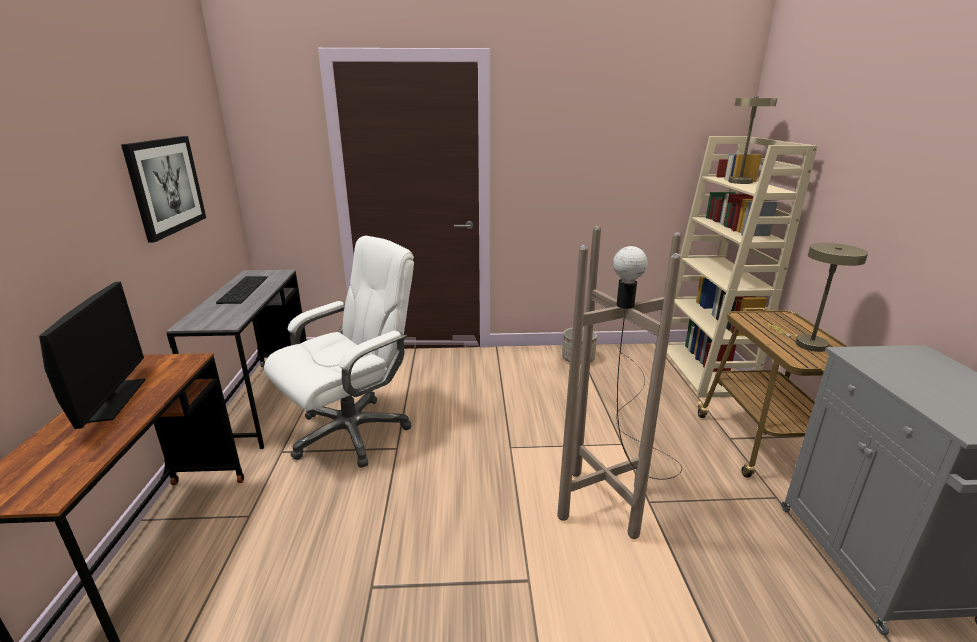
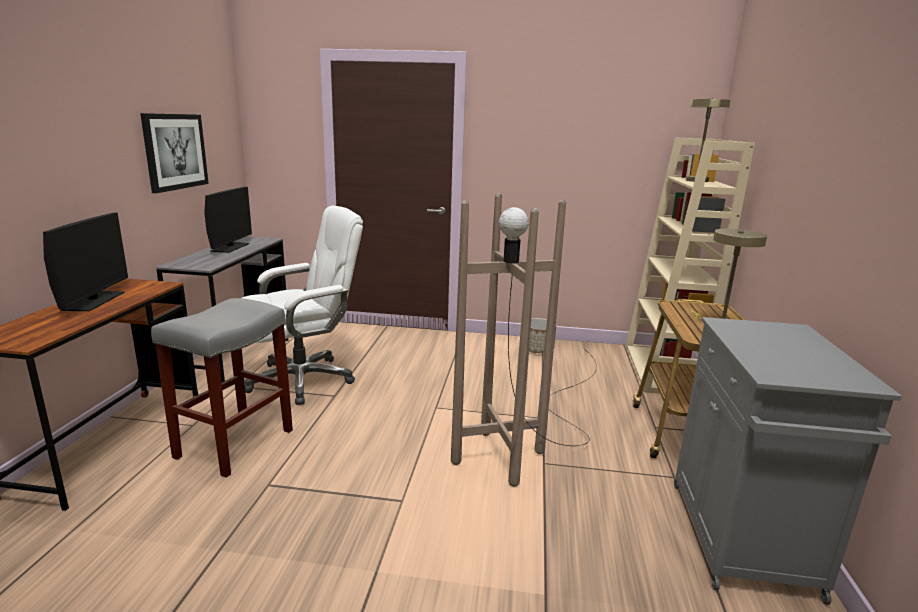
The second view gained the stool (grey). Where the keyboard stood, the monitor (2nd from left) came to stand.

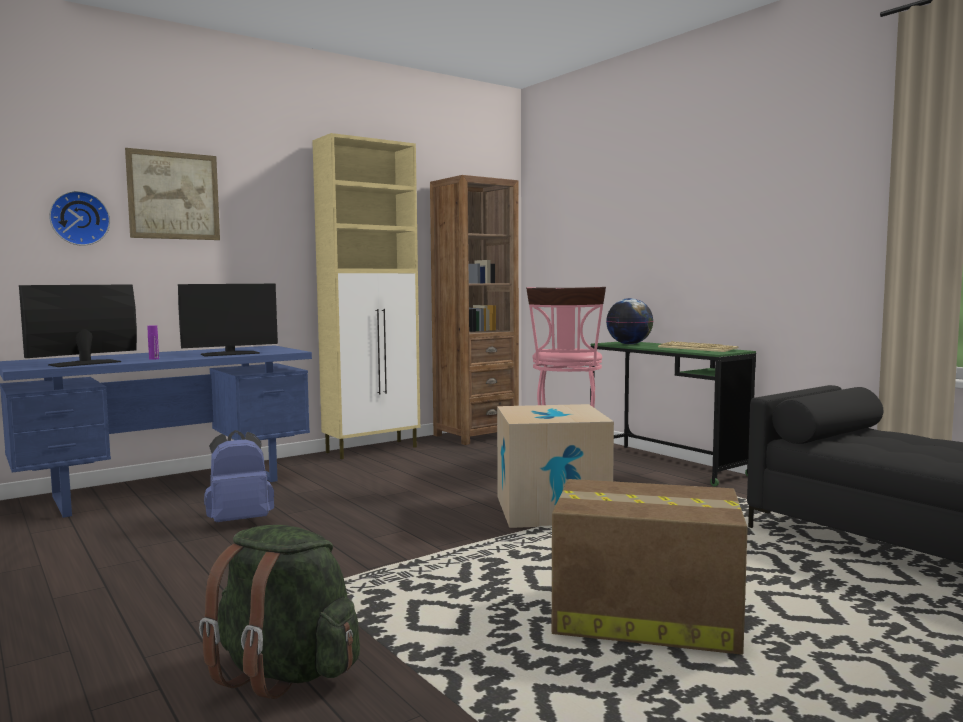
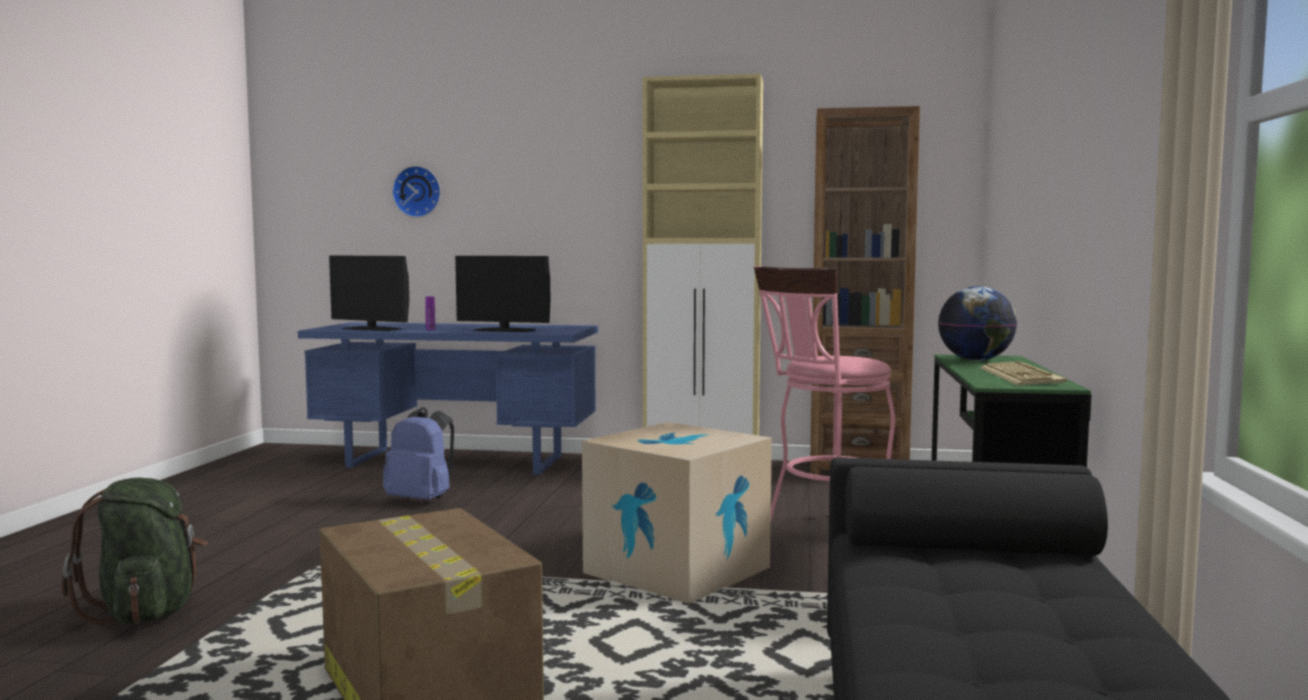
The second view lost the picture. The monitor (1st from left) ended up facing another way, 150 degrees counterclockwise from before.

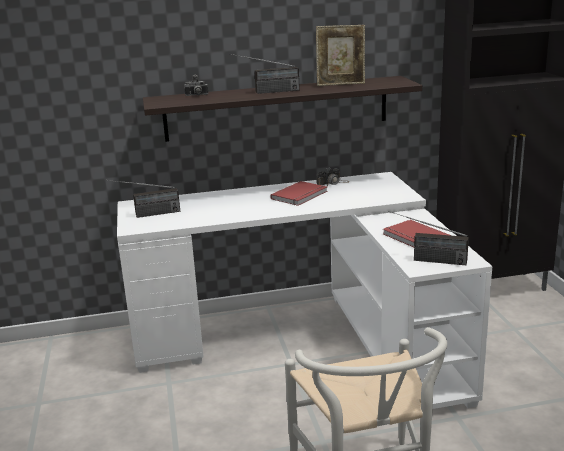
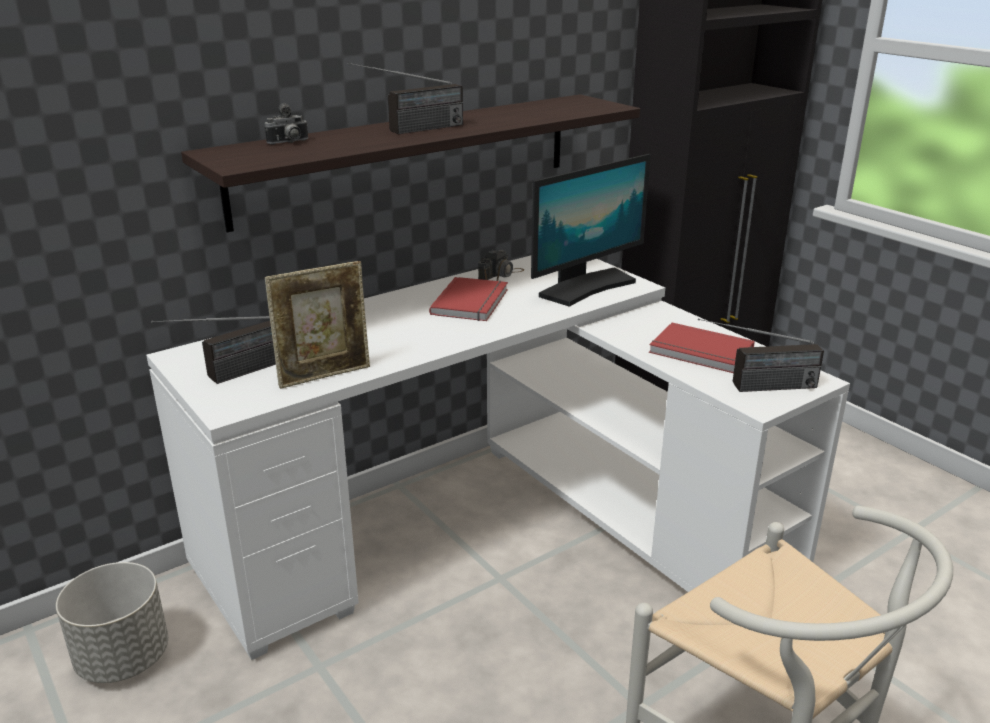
The second view gained the planter (grey). The second view gained the monitor. The picture frame ended up elsewhere.

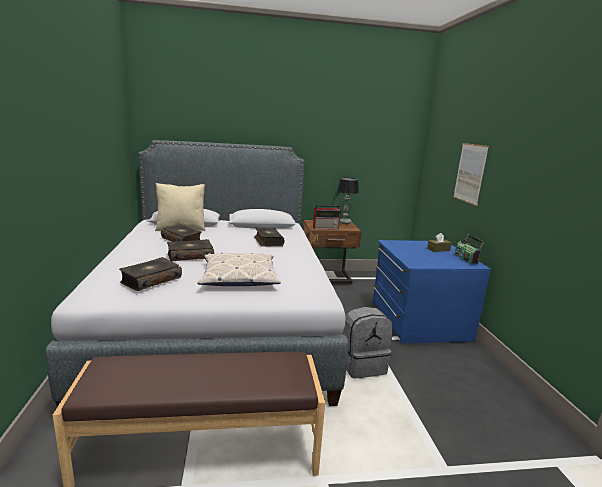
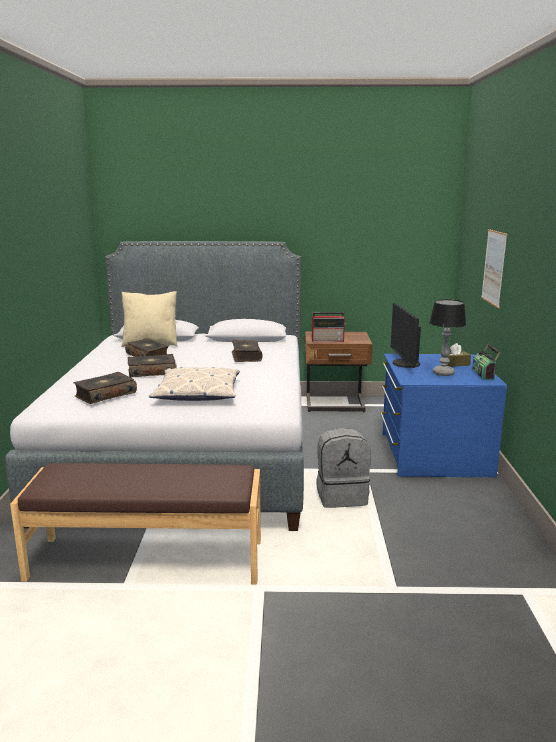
The second view gained the monitor. The table lamp ended up elsewhere.

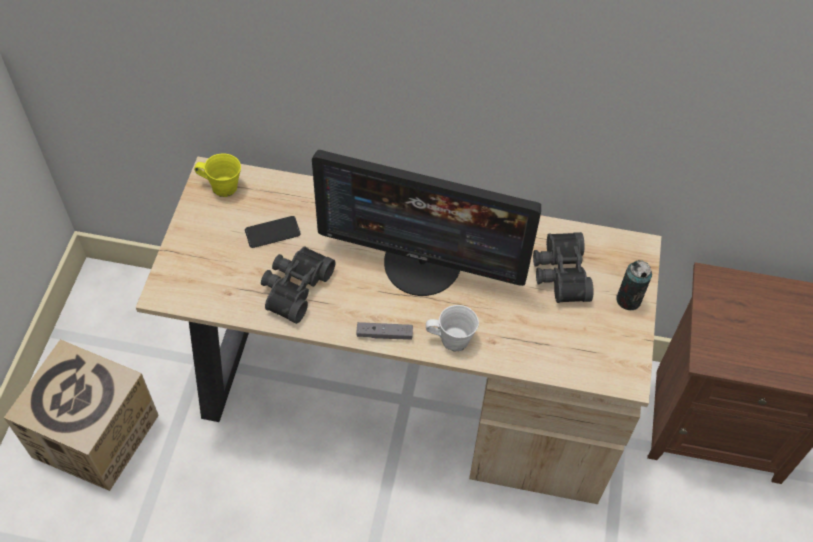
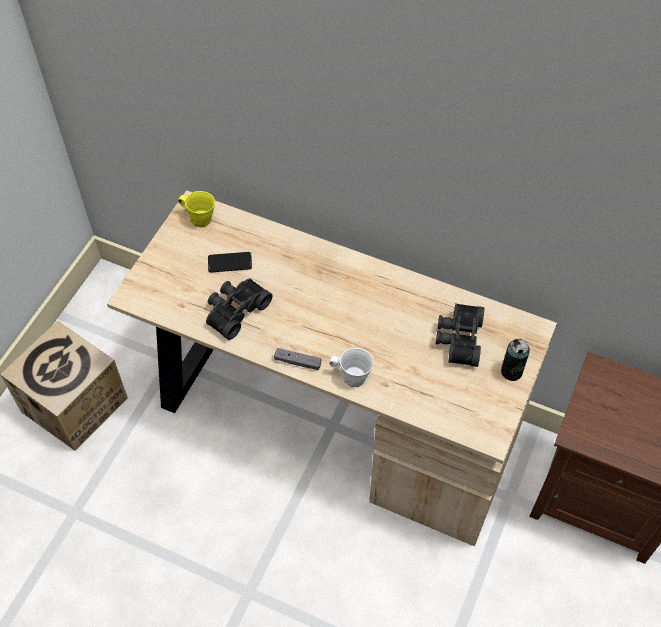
The second view lost the monitor.

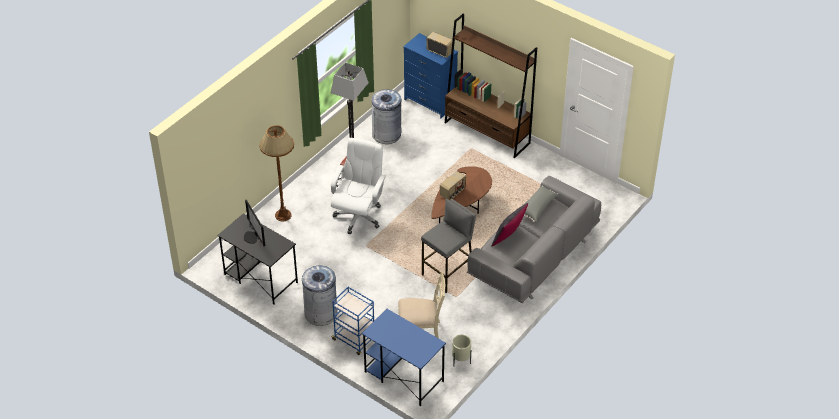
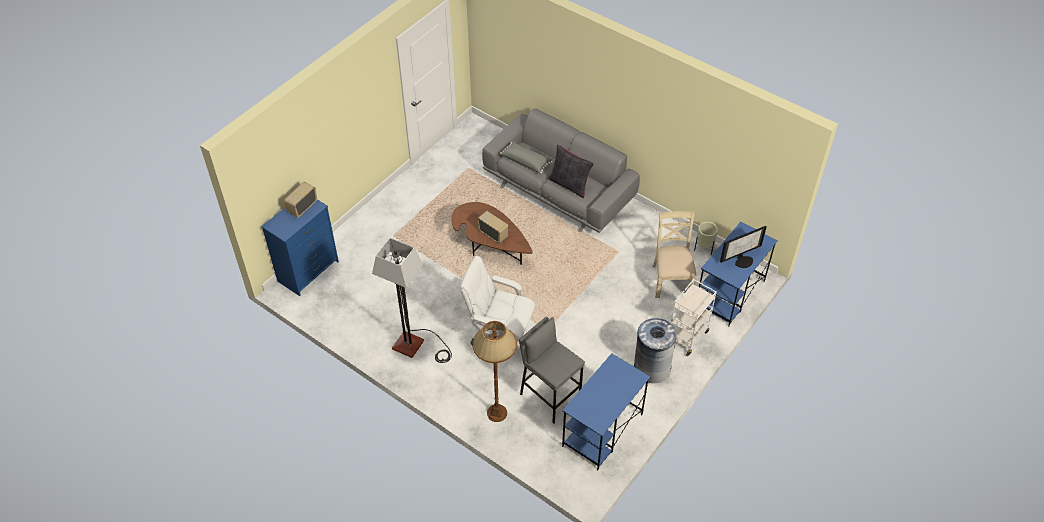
The second view lost the trash can (grey) (2nd from left). The second view lost the bookcase (brown). The monitor ended up elsewhere. The stool (grey) ended up elsewhere. What was the desk (black) turned into the desk (blue) (1st from left). What was the cart (blue) turned into the cart (white).

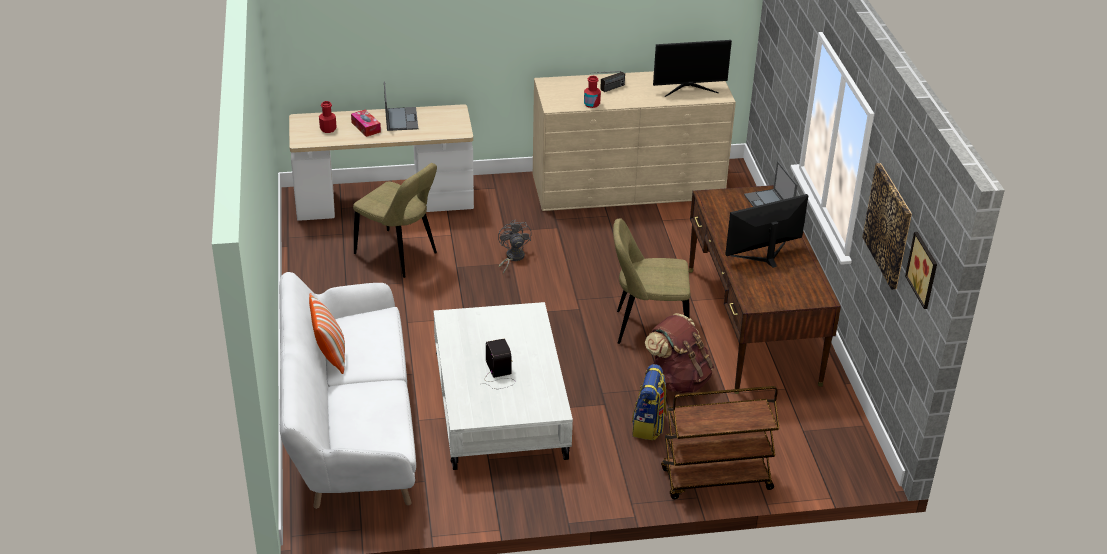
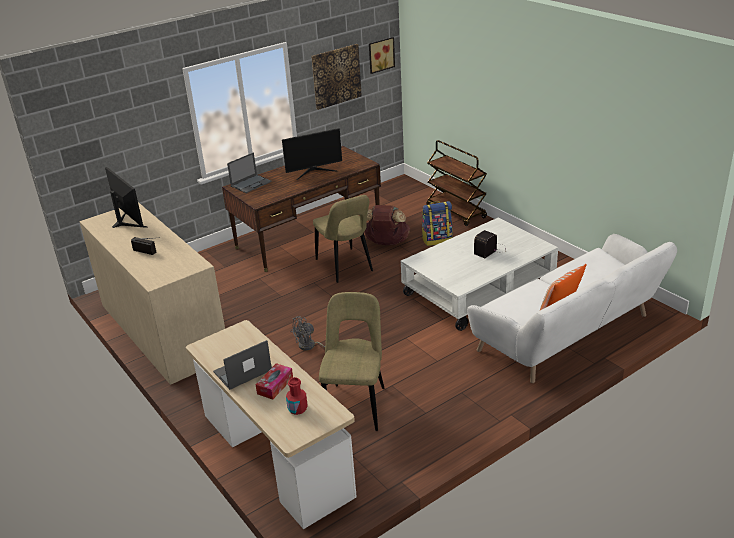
The second view lost the bottle (red) (2nd from left). The monitor (2nd from left) ended up facing another way, 60 degrees counterclockwise from before.

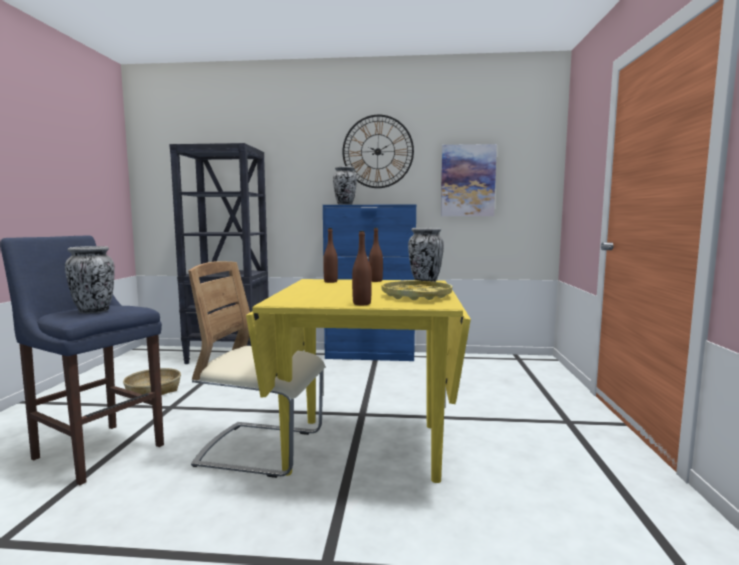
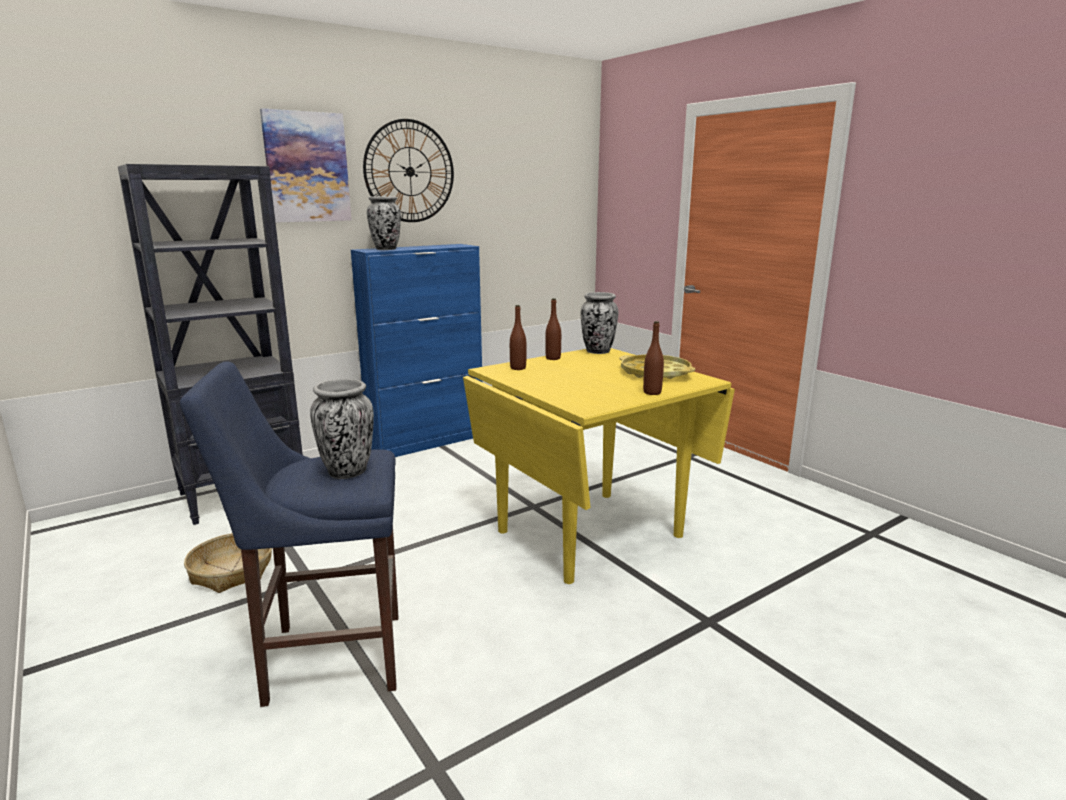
The second view lost the chair (beige). The picture ended up elsewhere.

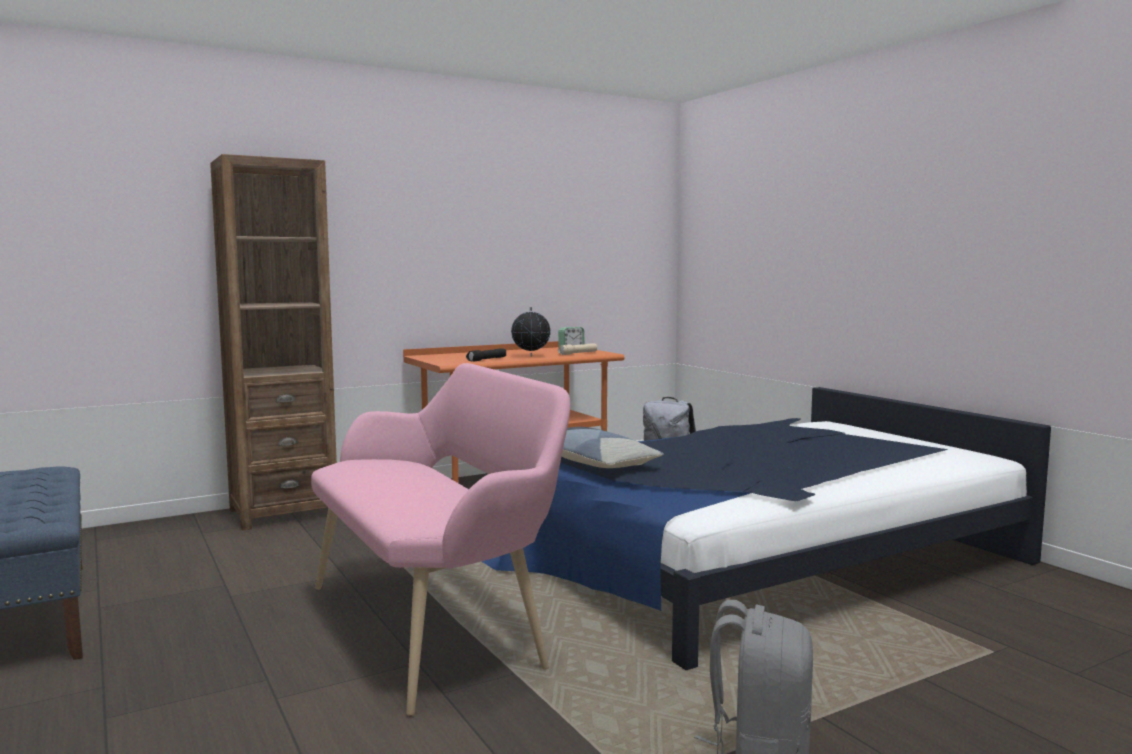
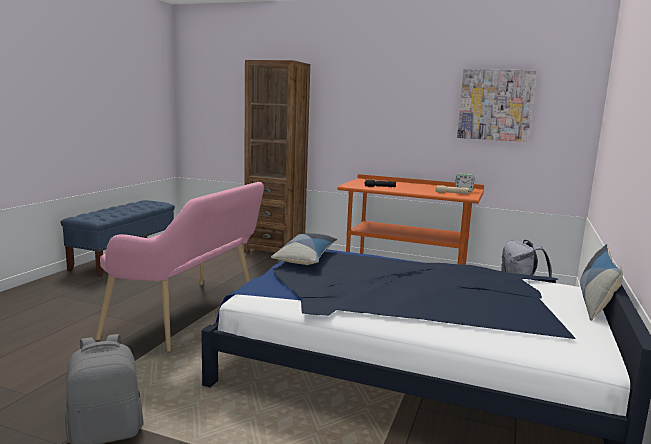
The second view lost the globe. The second view gained the picture. The second view gained the pillow (2nd from left).

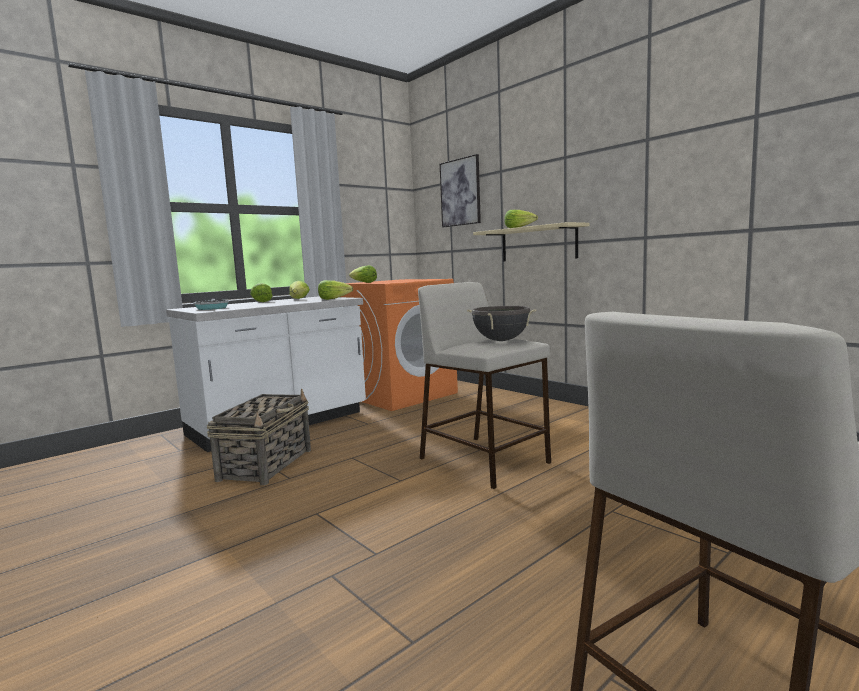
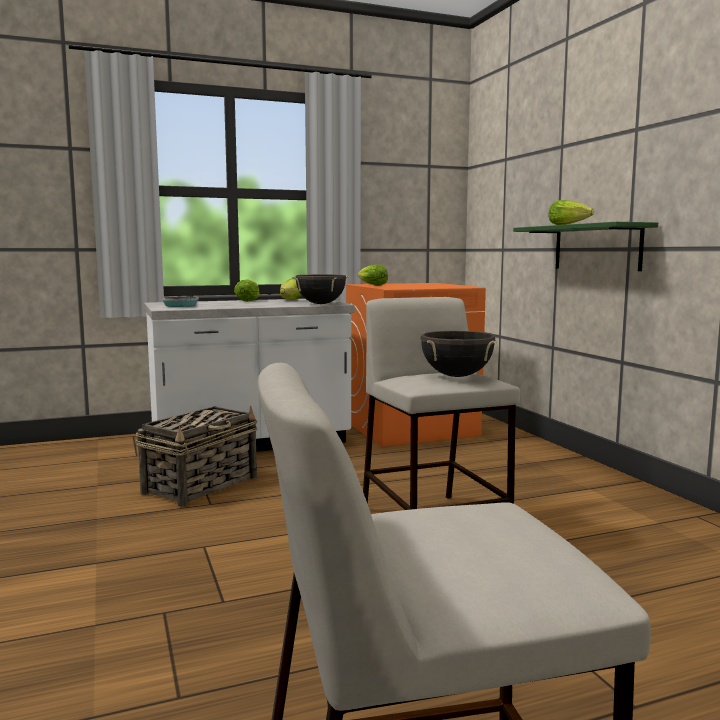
The second view lost the picture. Where the lettuce (3rd from left) stood, the cooking pot (black) (1st from left) came to stand. What was the shelf (beige) turned into the shelf (green).

